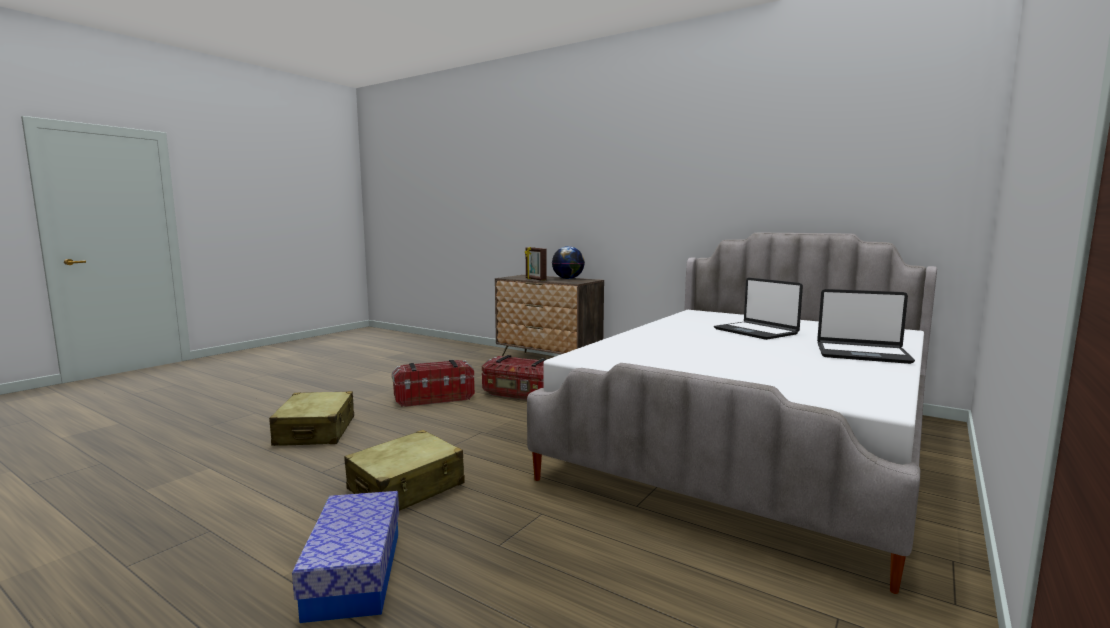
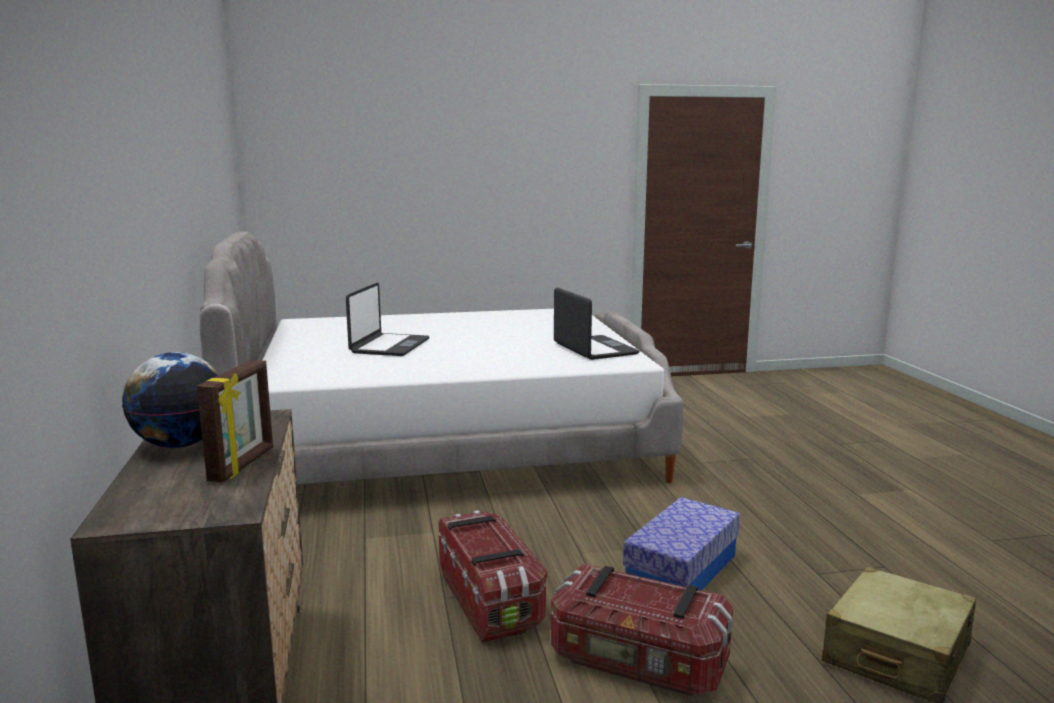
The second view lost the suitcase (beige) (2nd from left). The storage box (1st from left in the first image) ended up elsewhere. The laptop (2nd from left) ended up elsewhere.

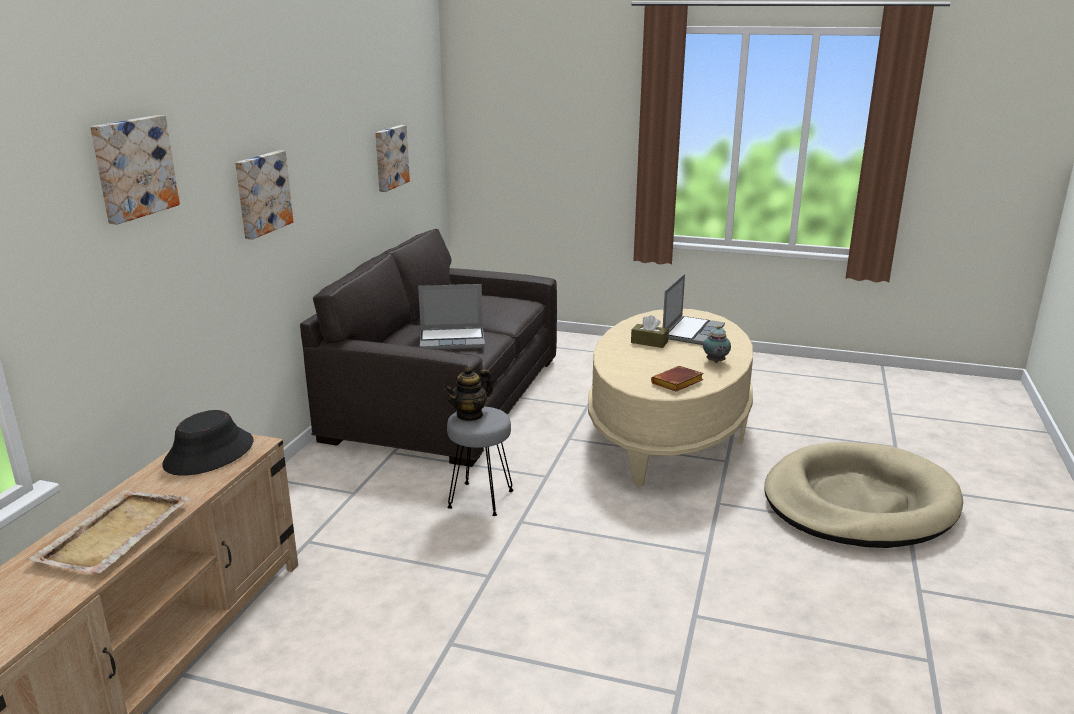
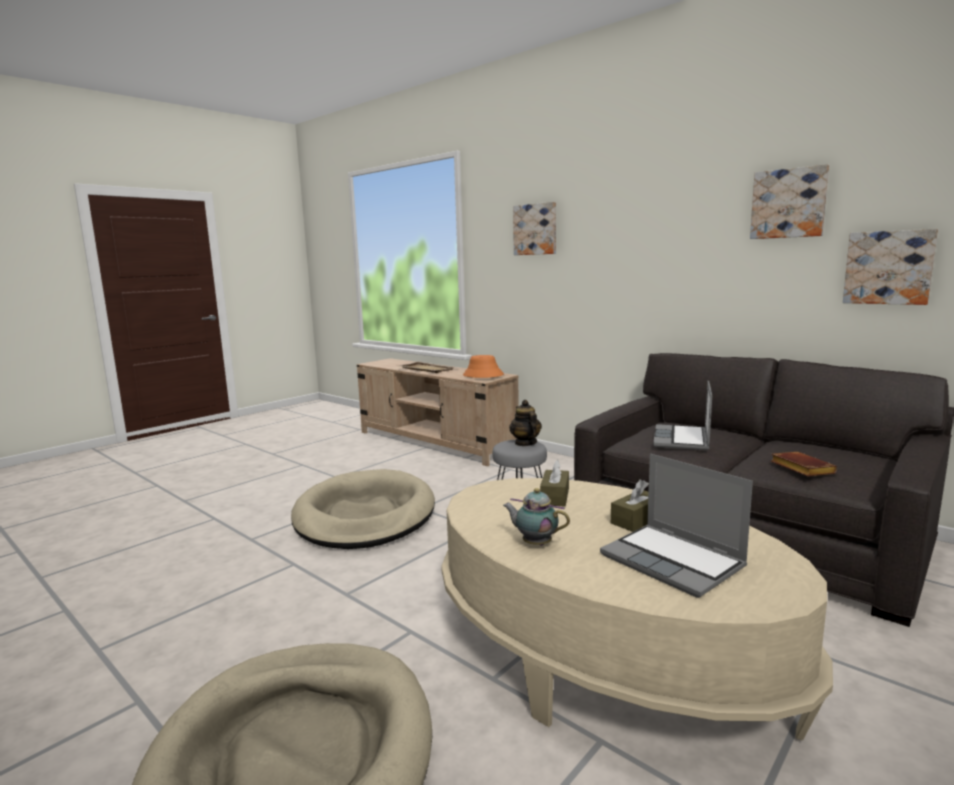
The second view gained the dog bed (beige) (2nd from left). The second view gained the tissue box (brown) (1st from left). The picture (2nd from left) ended up elsewhere. The book (brown) ended up elsewhere. What was the hat (black) turned into the hat (orange).

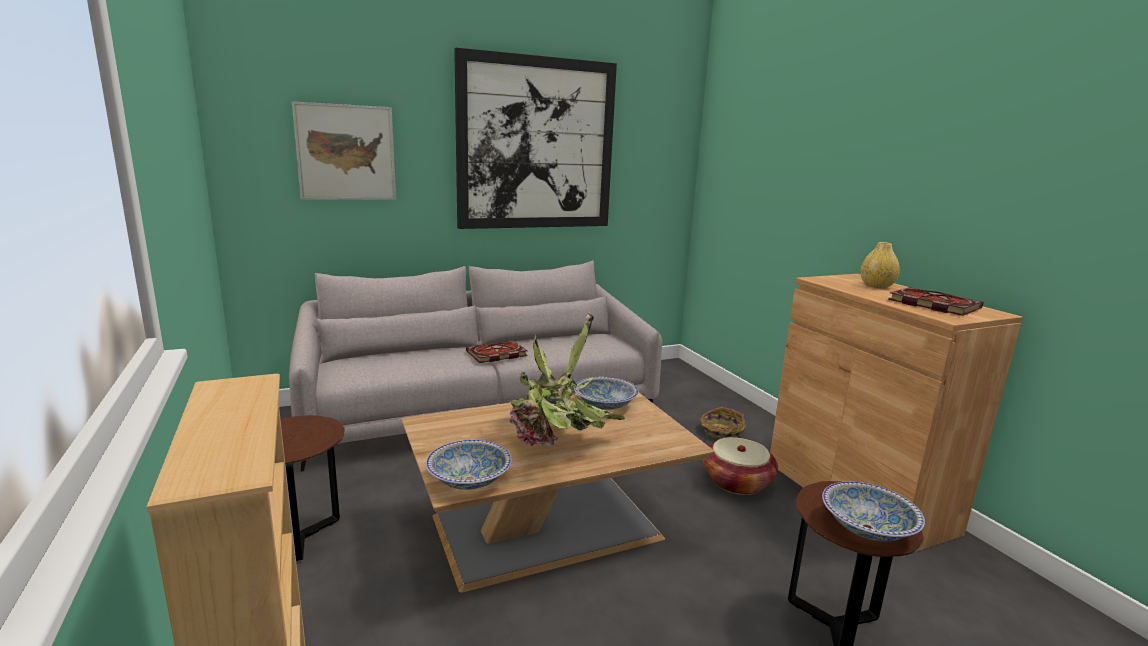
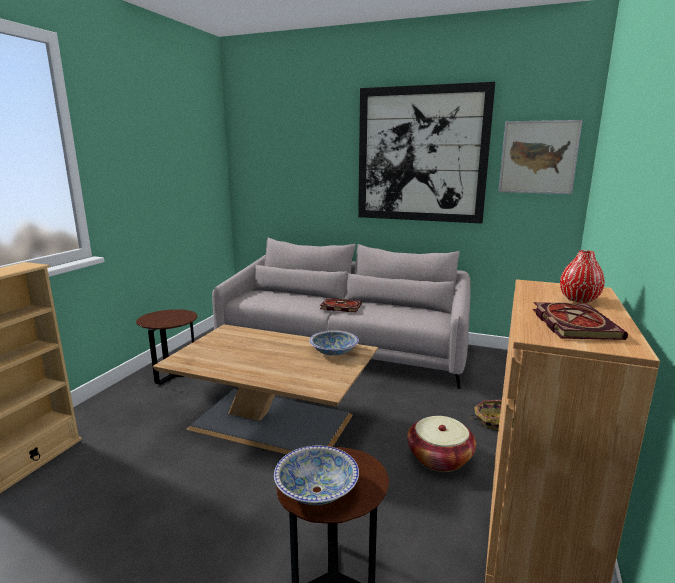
The second view lost the bowl (1st from left). The second view lost the potted plant. The picture (1st from left in the first image) ended up elsewhere. What was the vase (yellow) turned into the vase (red).

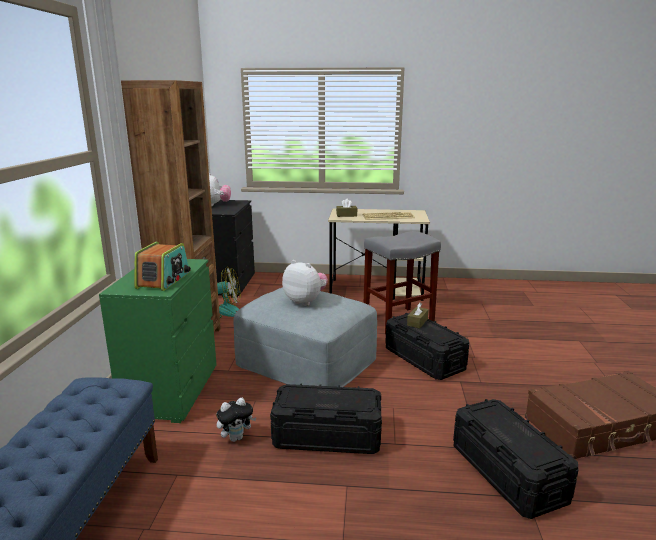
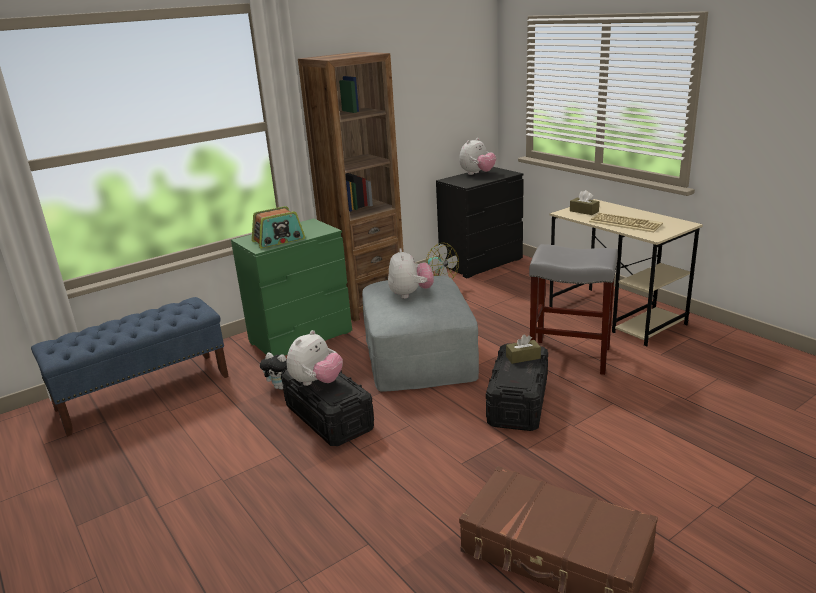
The second view lost the storage box (black) (3rd from left). The second view gained the plush toy (2nd from left).

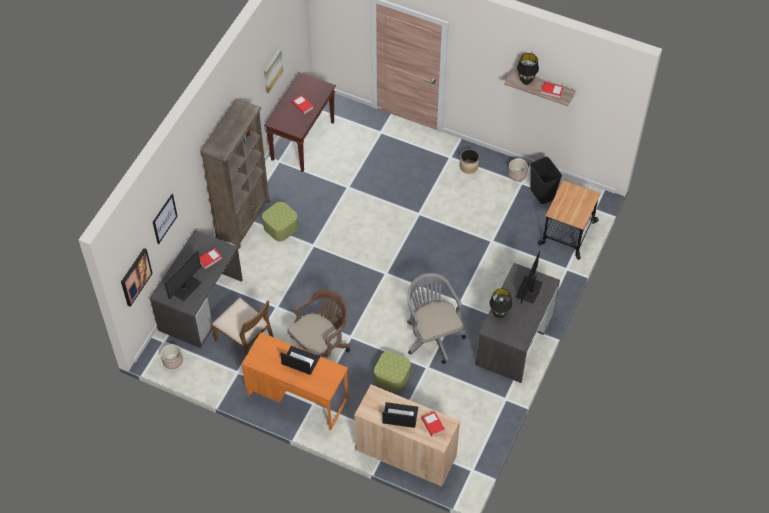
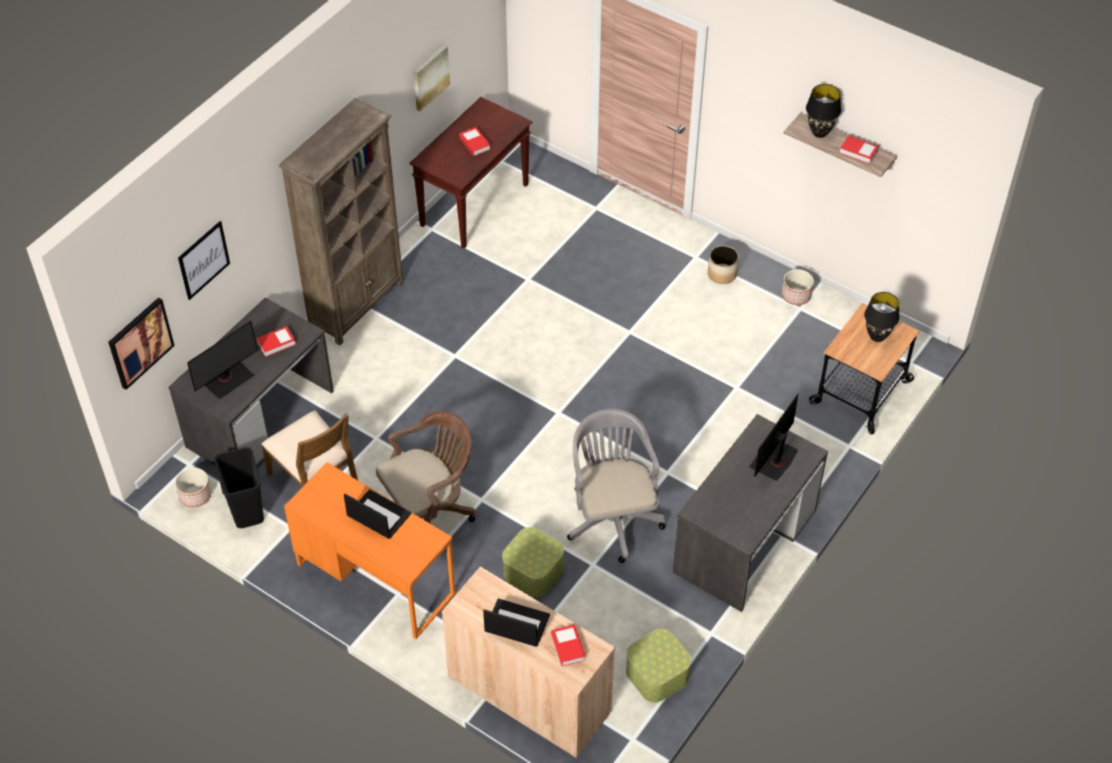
The storage box (1st from left in the first image) ended up elsewhere. The table lamp (black) (1st from left in the first image) ended up elsewhere. The trash can (black) ended up elsewhere.

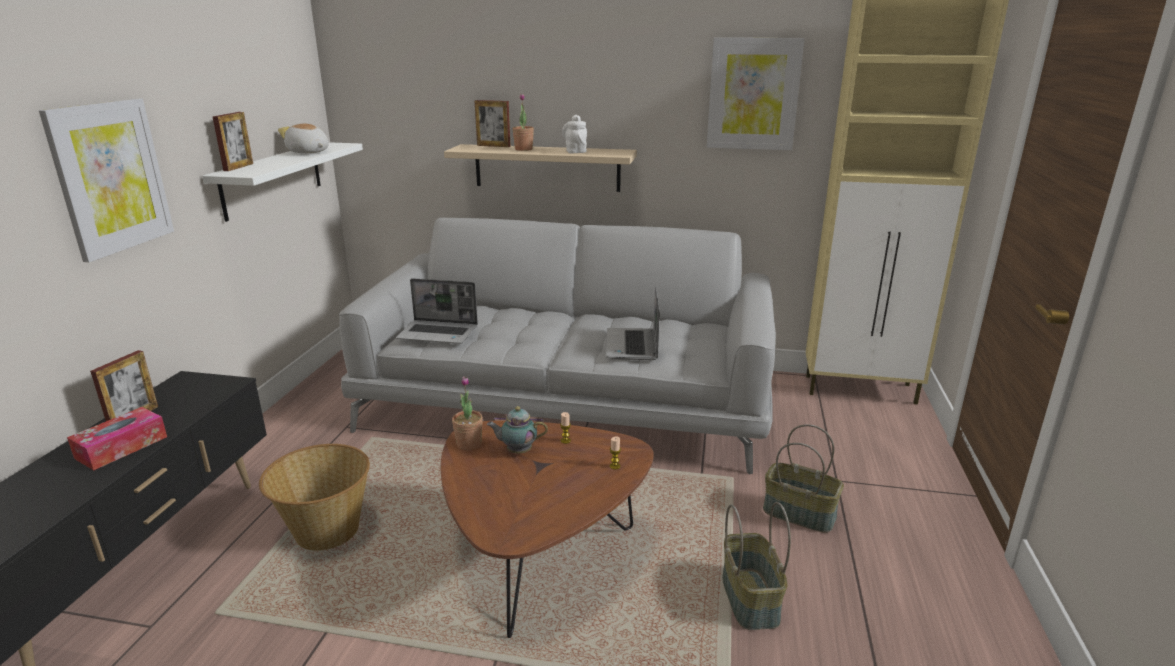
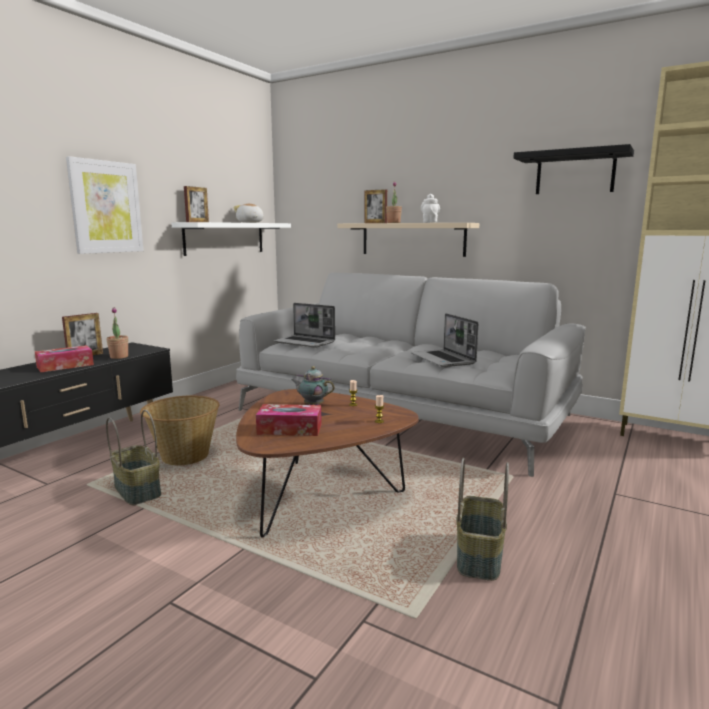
The second view gained the tissue box (2nd from left). The potted plant (1st from left) ended up elsewhere. The basket (3rd from left in the first image) ended up elsewhere. Where the picture (2nd from left) hung, the shelf (black) came to hang. The laptop (2nd from left) ended up facing another way, 45 degrees counterclockwise from before.

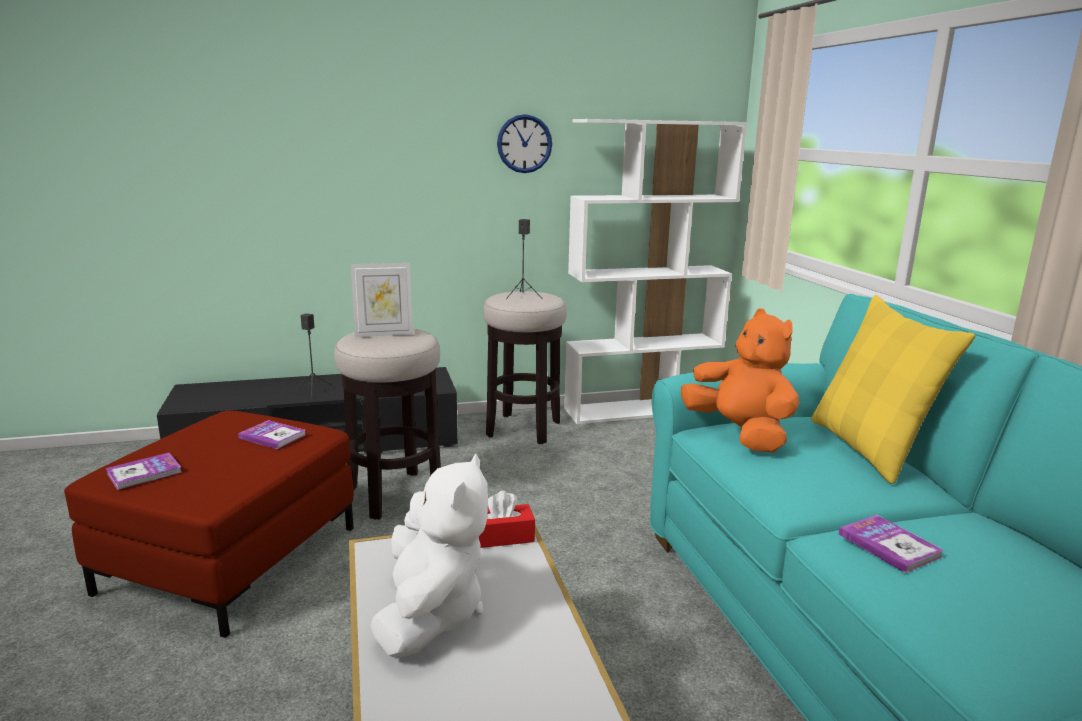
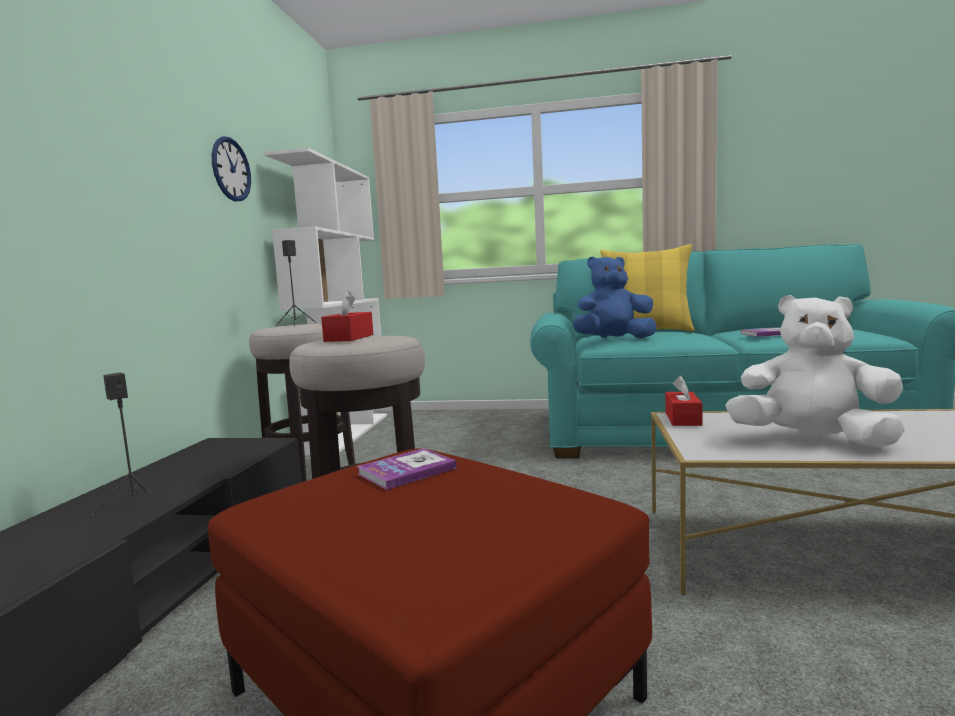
The second view lost the book (1st from left). Where the picture frame stood, the tissue box (red) (1st from left) came to stand. What was the plush toy (orange) turned into the plush toy (blue).

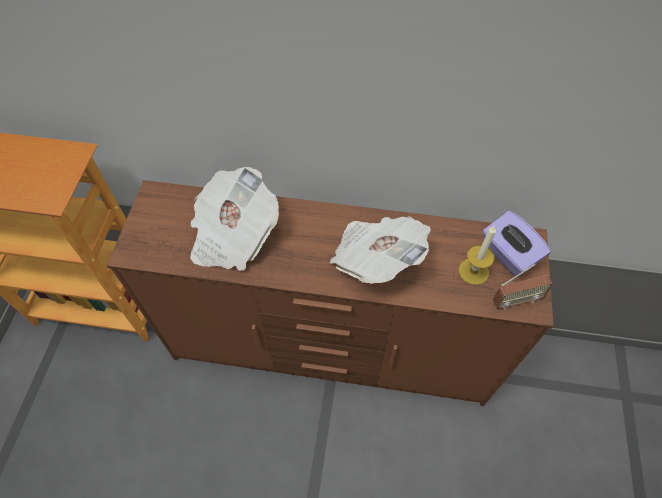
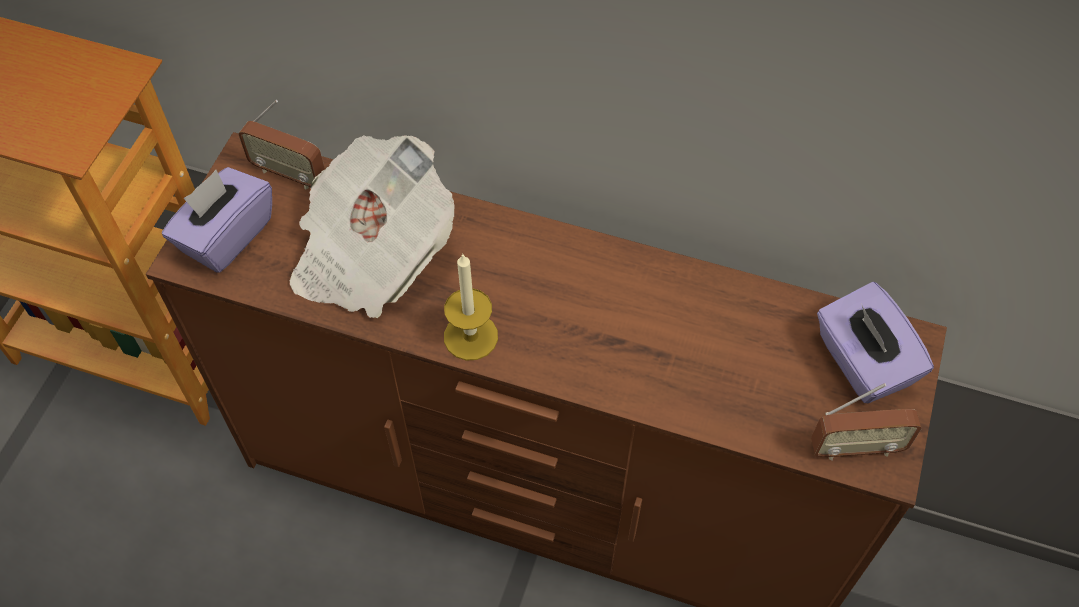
The second view lost the newspaper (2nd from left). The second view gained the tissue box (purple) (1st from left). The second view gained the radio (1st from left). The candle ended up elsewhere.

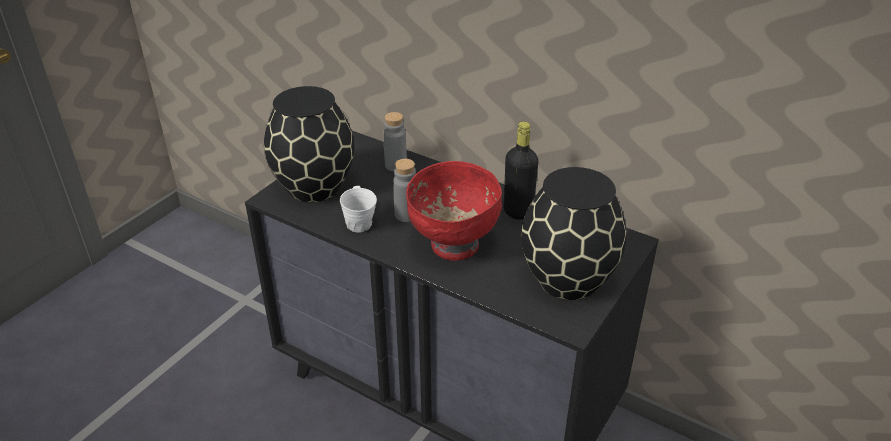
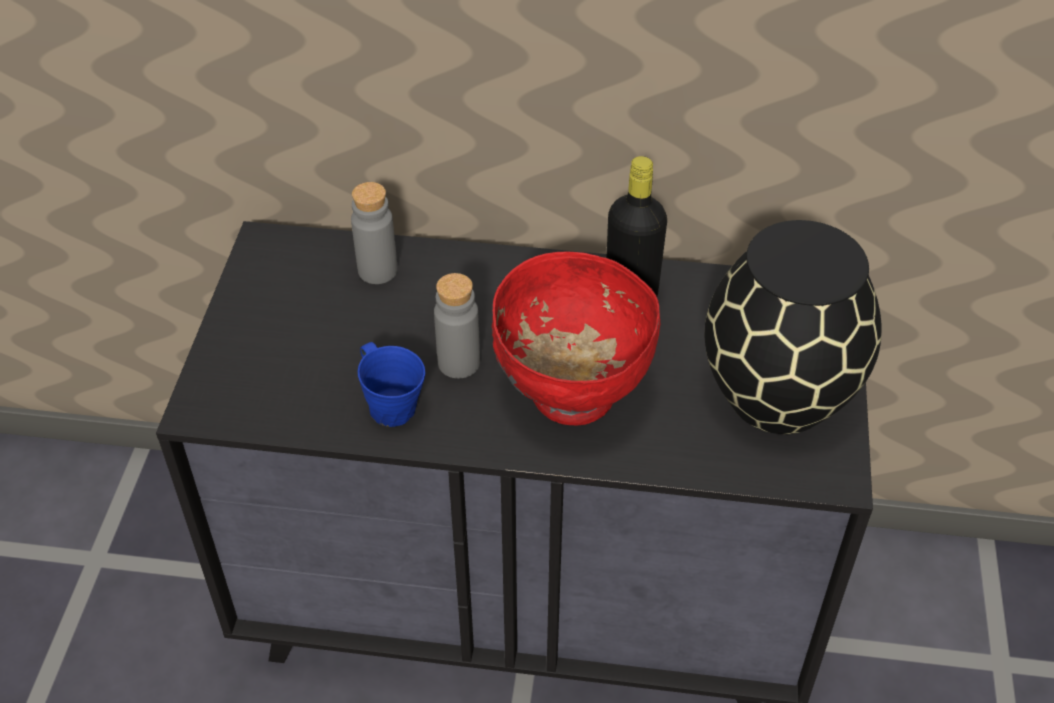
The second view lost the vase (black) (1st from left). What was the mug (white) turned into the mug (blue).

